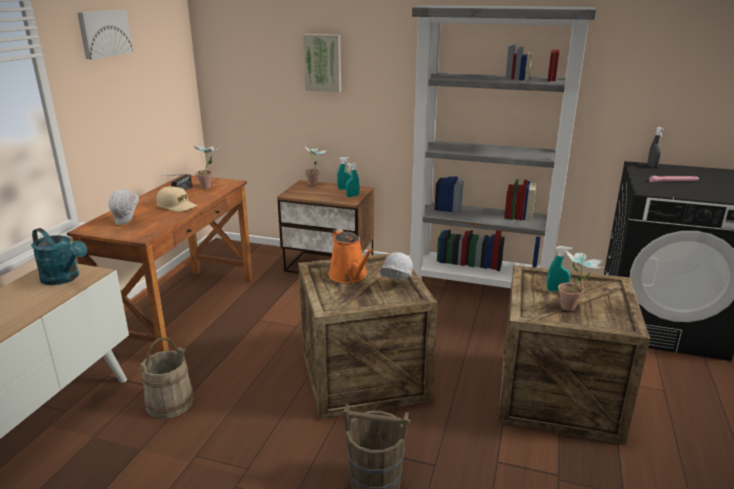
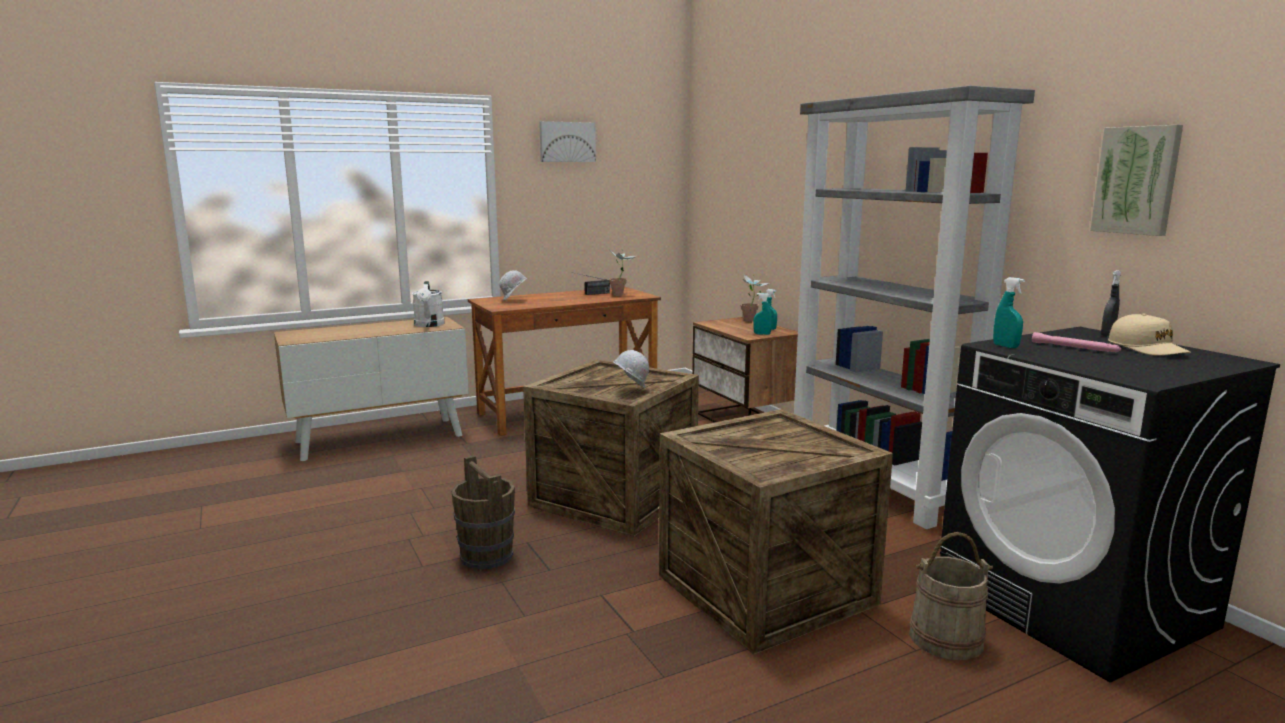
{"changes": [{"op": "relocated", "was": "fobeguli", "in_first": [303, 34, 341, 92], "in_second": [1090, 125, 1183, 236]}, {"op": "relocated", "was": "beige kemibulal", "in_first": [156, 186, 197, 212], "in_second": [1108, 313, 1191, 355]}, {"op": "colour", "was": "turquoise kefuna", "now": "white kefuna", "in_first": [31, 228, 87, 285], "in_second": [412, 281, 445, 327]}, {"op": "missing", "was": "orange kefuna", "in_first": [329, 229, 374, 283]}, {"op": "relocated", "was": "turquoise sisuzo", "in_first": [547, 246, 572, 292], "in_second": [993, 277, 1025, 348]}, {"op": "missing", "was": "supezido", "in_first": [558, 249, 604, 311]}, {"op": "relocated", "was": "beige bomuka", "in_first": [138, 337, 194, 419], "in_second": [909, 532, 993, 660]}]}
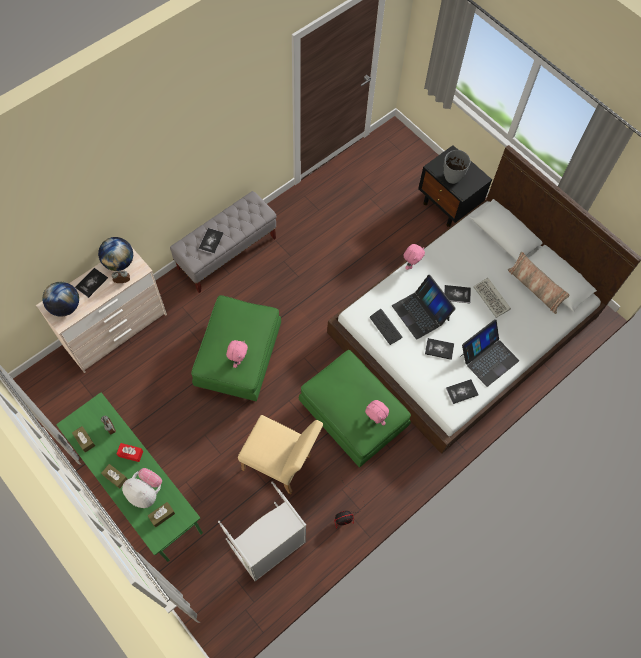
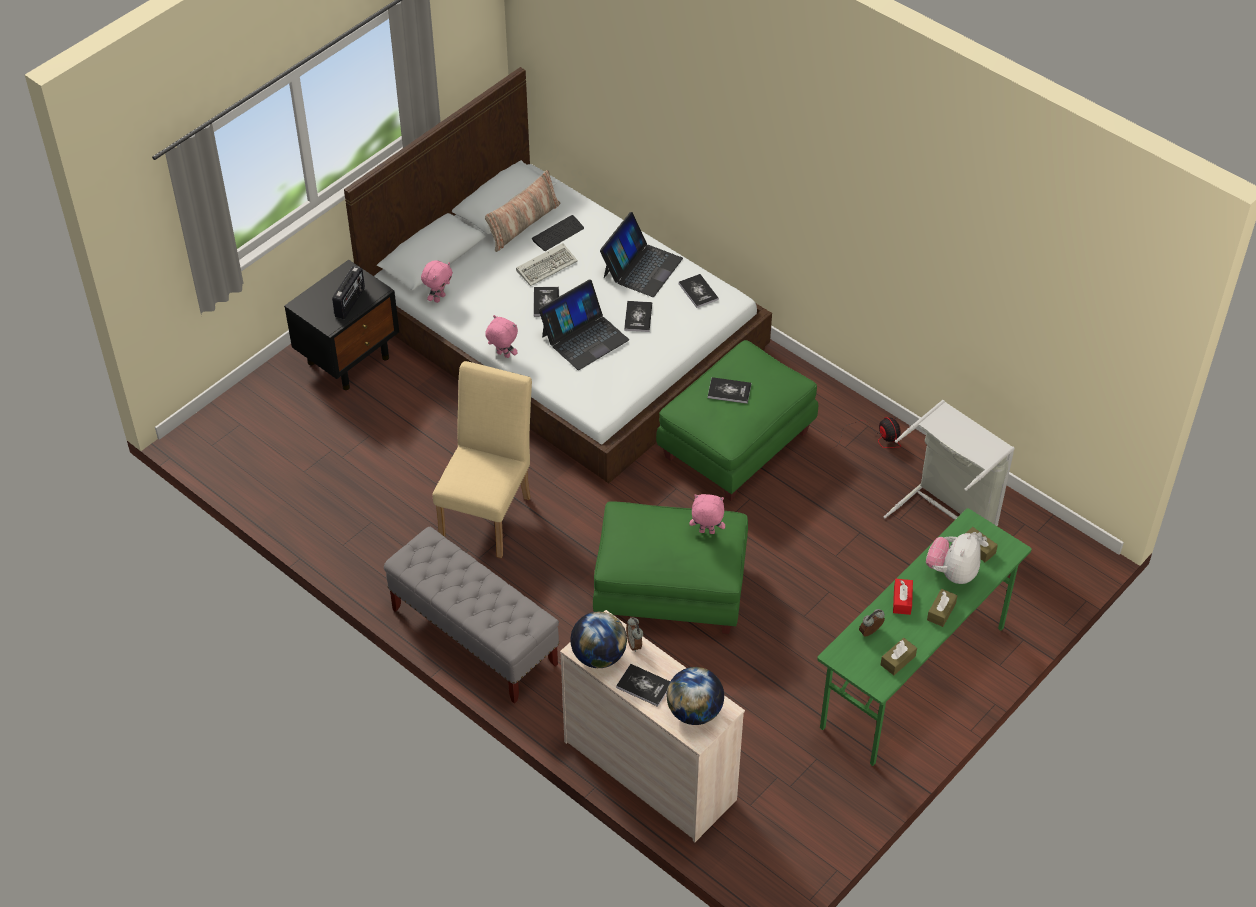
{"changes": [{"op": "exchanged", "was": "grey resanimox", "now": "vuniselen", "in_first": [443, 150, 470, 184], "in_second": [332, 266, 365, 319]}, {"op": "relocated", "was": "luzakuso", "in_first": [198, 228, 223, 254], "in_second": [708, 377, 751, 404]}, {"op": "relocated", "was": "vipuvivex", "in_first": [370, 309, 402, 345], "in_second": [532, 215, 584, 251]}, {"op": "spun", "was": "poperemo", "in_first": [459, 319, 519, 387], "in_second": [600, 212, 683, 297], "clockwise": 75}, {"op": "relocated", "was": "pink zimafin", "in_first": [365, 400, 389, 425], "in_second": [421, 260, 453, 303]}, {"op": "relocated", "was": "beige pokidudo", "in_first": [238, 415, 323, 494], "in_second": [432, 361, 532, 558]}]}
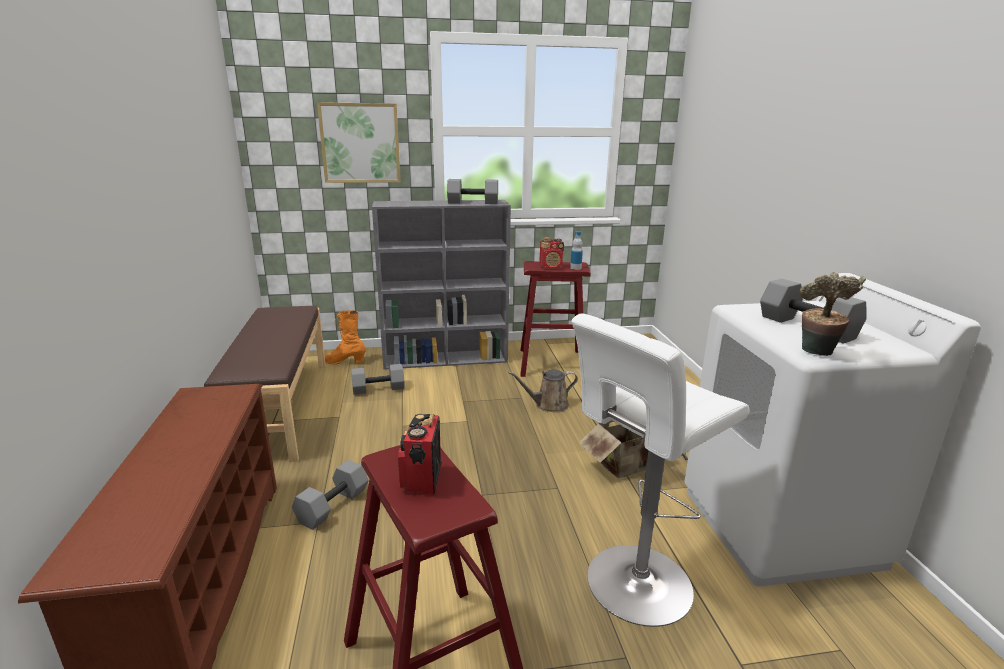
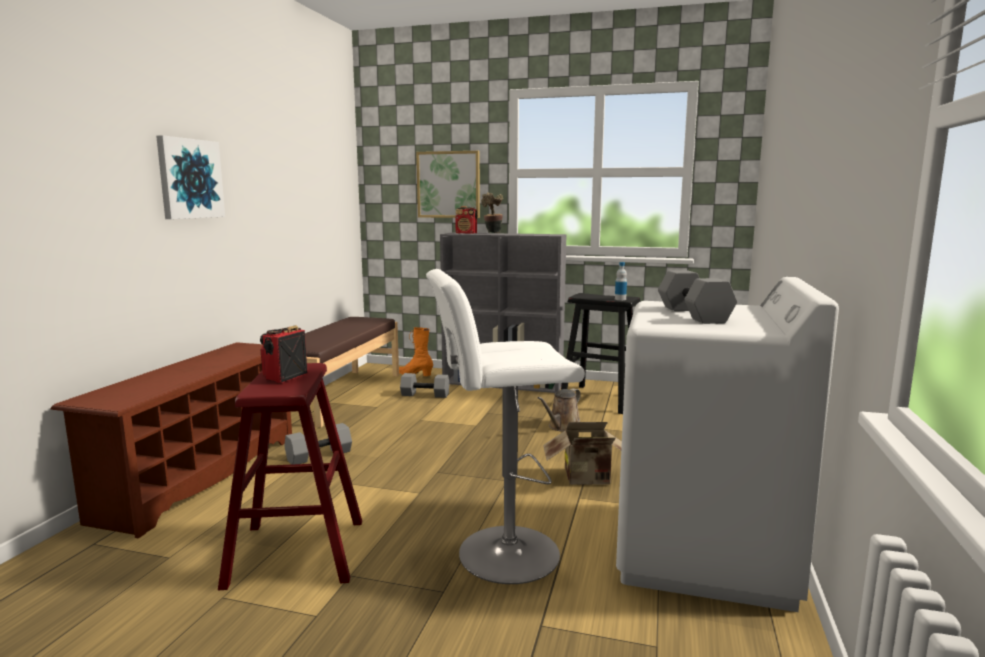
{"changes": [{"op": "missing", "was": "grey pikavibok", "in_first": [447, 179, 498, 204]}, {"op": "relocated", "was": "vuniselen", "in_first": [539, 237, 564, 268], "in_second": [455, 206, 477, 234]}, {"op": "colour", "was": "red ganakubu", "now": "black ganakubu", "in_first": [520, 261, 591, 377], "in_second": [561, 293, 640, 414]}, {"op": "relocated", "was": "supezido", "in_first": [799, 272, 866, 356], "in_second": [481, 192, 503, 233]}, {"op": "spun", "was": "brown kefuna", "in_first": [508, 369, 578, 412], "in_second": [537, 388, 581, 432], "clockwise": -60}, {"op": "appeared", "now": "fobeguli", "in_second": [156, 135, 225, 219]}]}
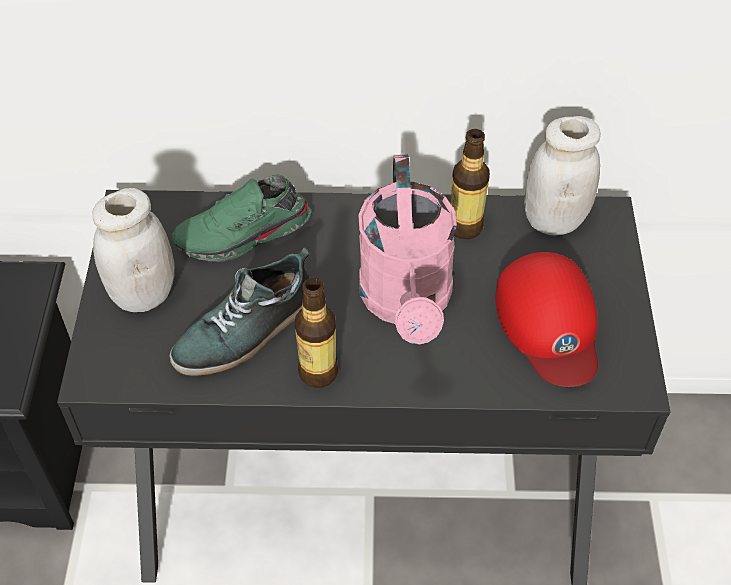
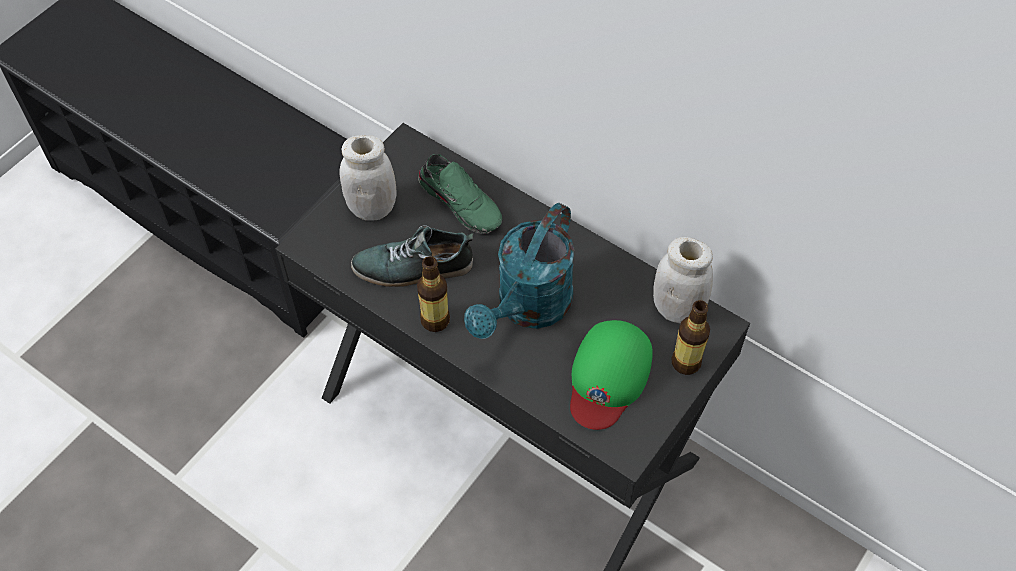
{"changes": [{"op": "relocated", "was": "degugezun", "in_first": [451, 129, 490, 239], "in_second": [672, 300, 710, 375]}, {"op": "colour", "was": "pink kefuna", "now": "turquoise kefuna", "in_first": [358, 154, 457, 345], "in_second": [464, 203, 575, 339]}, {"op": "spun", "was": "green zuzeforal", "in_first": [171, 175, 311, 262], "in_second": [418, 154, 502, 234], "clockwise": -150}, {"op": "colour", "was": "red kemibulal", "now": "green kemibulal", "in_first": [495, 252, 598, 387], "in_second": [570, 320, 653, 430]}]}
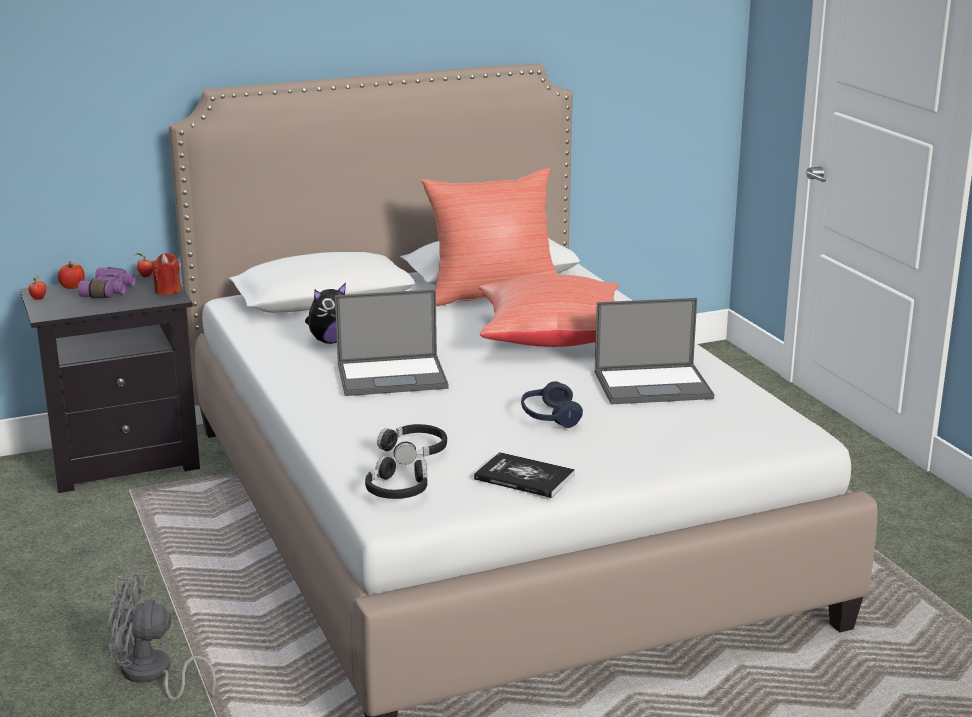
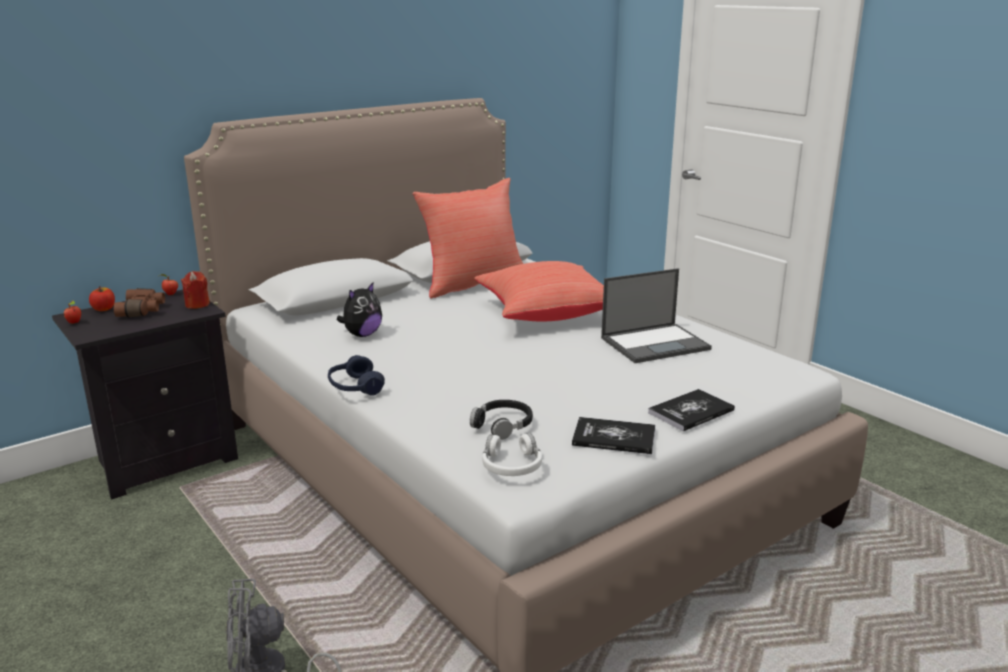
{"changes": [{"op": "colour", "was": "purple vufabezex", "now": "brown vufabezex", "in_first": [78, 267, 136, 298], "in_second": [114, 288, 165, 317]}, {"op": "missing", "was": "poperemo", "in_first": [335, 289, 449, 396]}, {"op": "relocated", "was": "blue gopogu", "in_first": [521, 381, 583, 428], "in_second": [328, 355, 385, 395]}, {"op": "colour", "was": "black gopogu", "now": "white gopogu", "in_first": [365, 456, 428, 499], "in_second": [482, 433, 542, 476]}, {"op": "appeared", "now": "luzakuso", "in_second": [648, 389, 735, 431]}]}
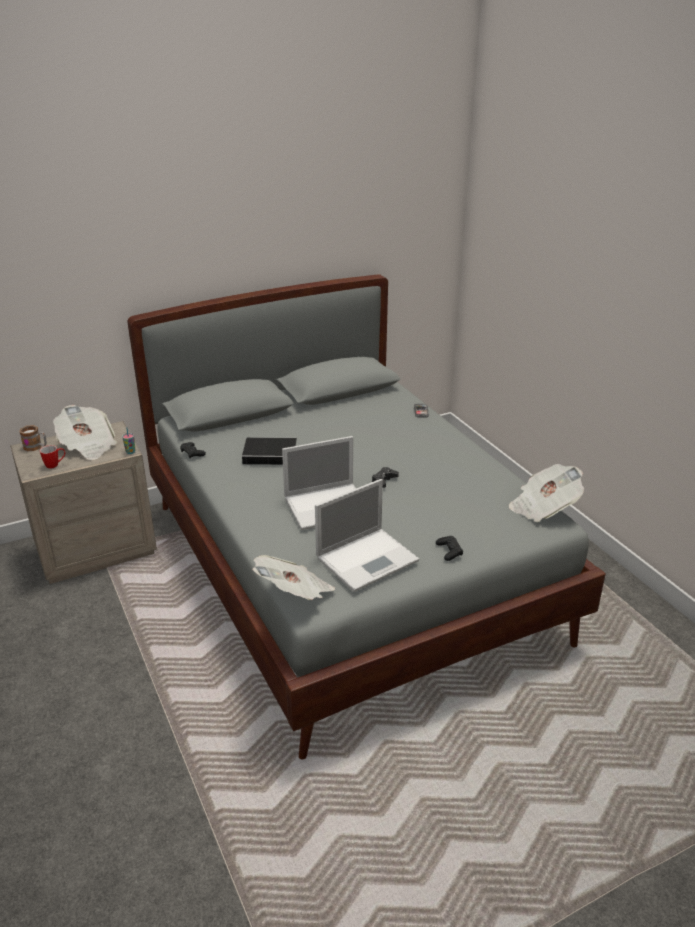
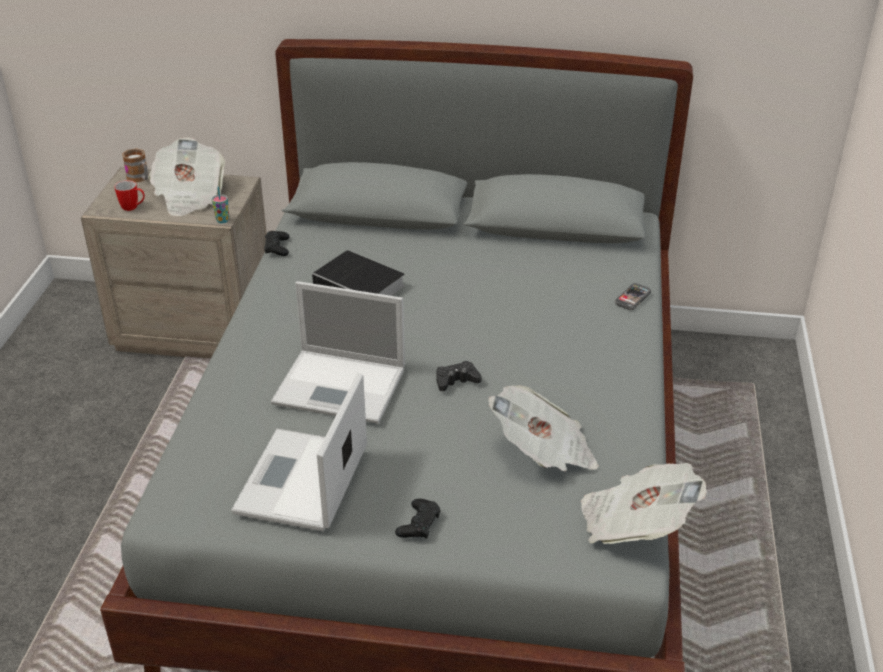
{"changes": [{"op": "spun", "was": "poperemo", "in_first": [315, 479, 419, 592], "in_second": [231, 373, 367, 531], "clockwise": 105}, {"op": "relocated", "was": "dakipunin", "in_first": [252, 555, 335, 600], "in_second": [488, 385, 599, 471]}]}
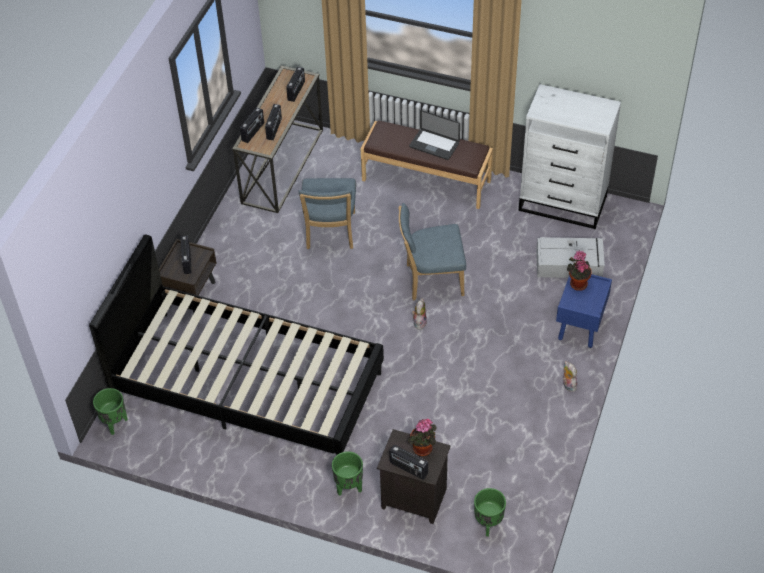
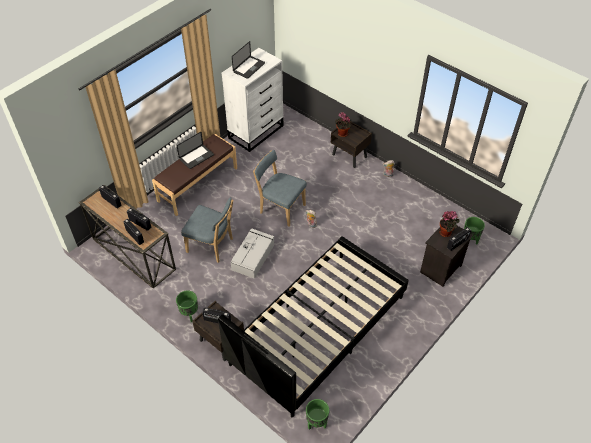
{"changes": [{"op": "spun", "was": "blue pokidudo", "in_first": [398, 203, 466, 300], "in_second": [253, 150, 307, 226], "clockwise": 105}, {"op": "relocated", "was": "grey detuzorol", "in_first": [536, 237, 605, 278], "in_second": [231, 228, 274, 279]}, {"op": "colour", "was": "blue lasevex", "now": "brown lasevex", "in_first": [556, 274, 612, 348], "in_second": [331, 121, 372, 168]}, {"op": "relocated", "was": "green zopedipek", "in_first": [332, 451, 363, 496], "in_second": [176, 290, 198, 322]}, {"op": "appeared", "now": "poperemo", "in_second": [232, 41, 265, 79]}]}
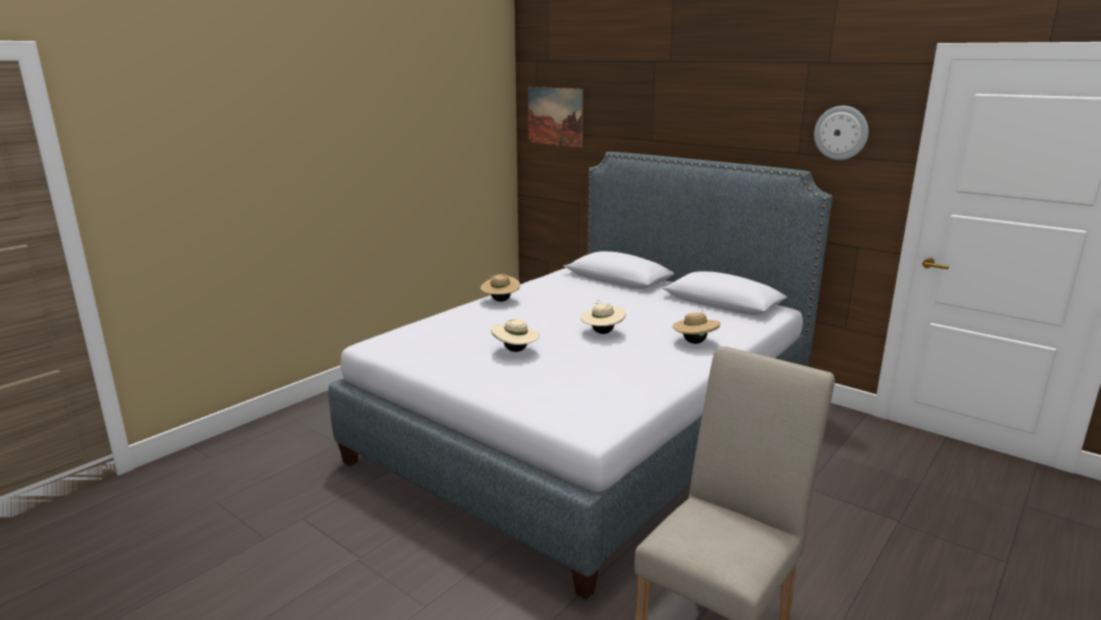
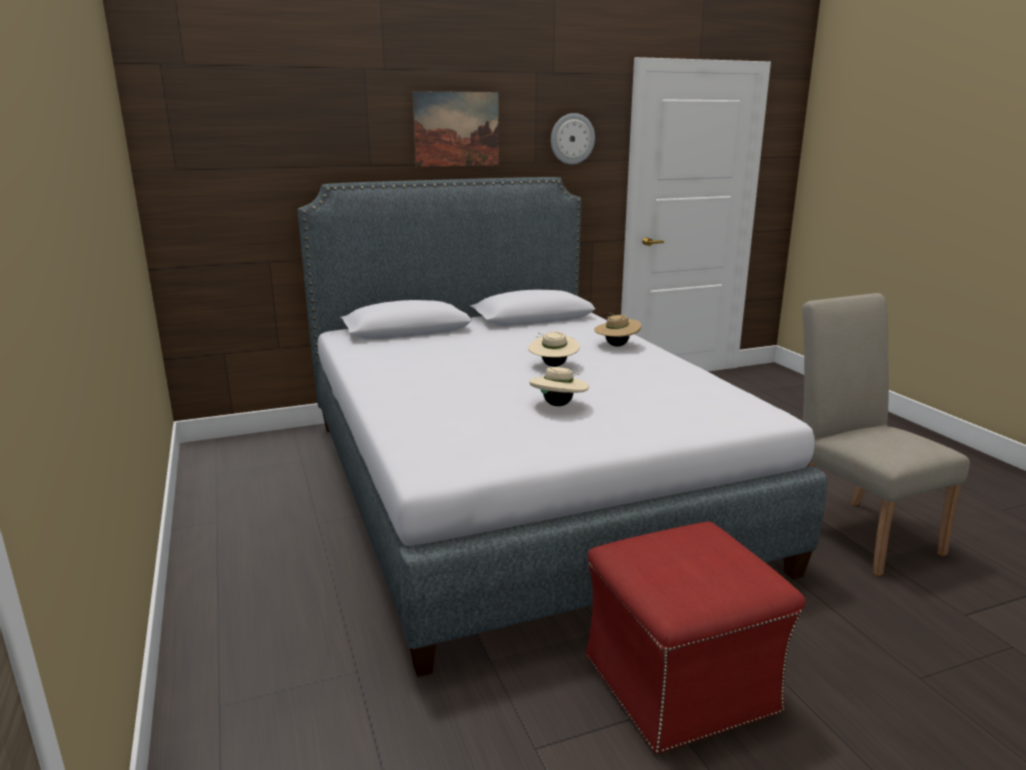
{"changes": [{"op": "relocated", "was": "fobeguli", "in_first": [528, 87, 583, 147], "in_second": [413, 91, 499, 167]}, {"op": "missing", "was": "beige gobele", "in_first": [480, 274, 520, 302]}, {"op": "appeared", "now": "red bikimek", "in_second": [586, 522, 805, 754]}]}
